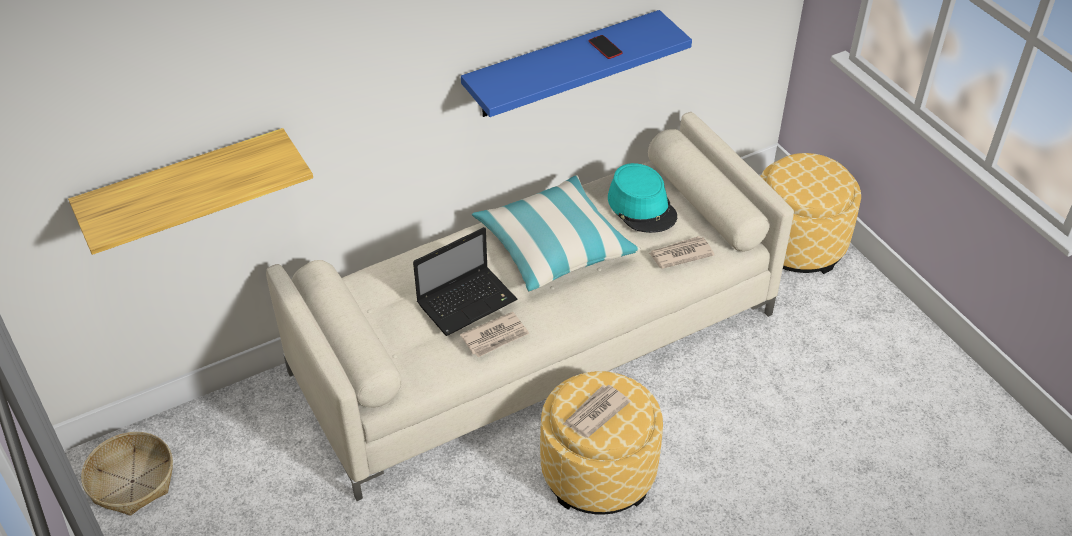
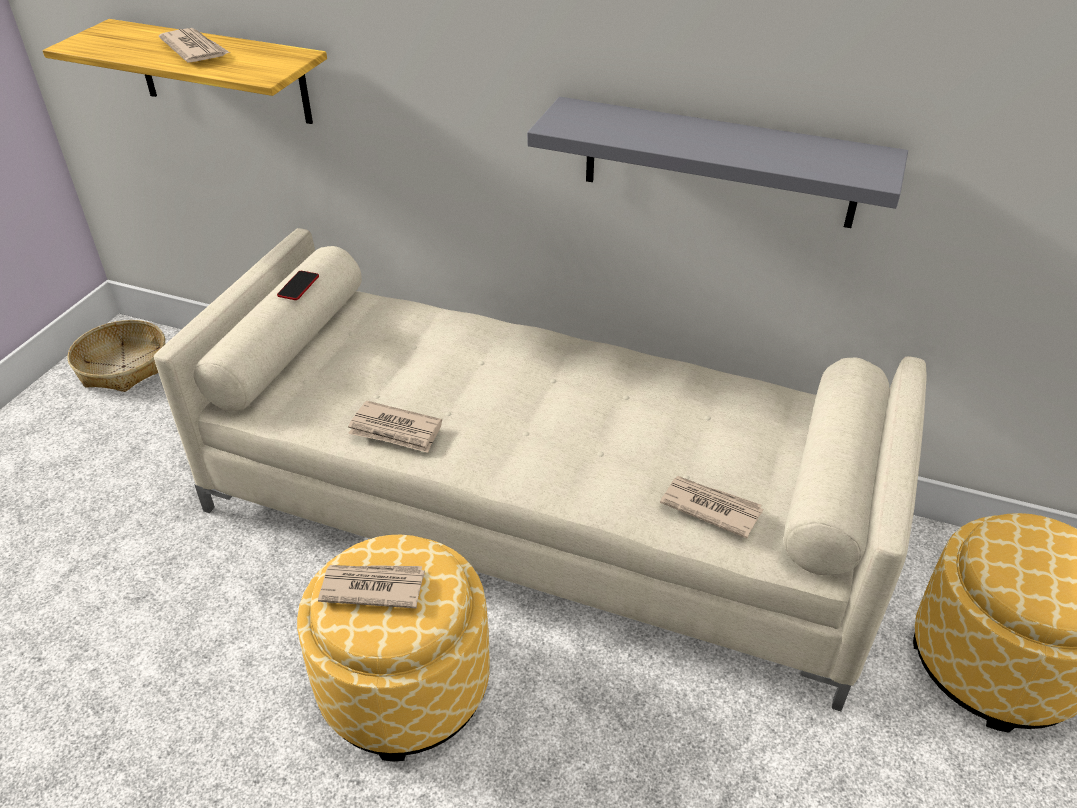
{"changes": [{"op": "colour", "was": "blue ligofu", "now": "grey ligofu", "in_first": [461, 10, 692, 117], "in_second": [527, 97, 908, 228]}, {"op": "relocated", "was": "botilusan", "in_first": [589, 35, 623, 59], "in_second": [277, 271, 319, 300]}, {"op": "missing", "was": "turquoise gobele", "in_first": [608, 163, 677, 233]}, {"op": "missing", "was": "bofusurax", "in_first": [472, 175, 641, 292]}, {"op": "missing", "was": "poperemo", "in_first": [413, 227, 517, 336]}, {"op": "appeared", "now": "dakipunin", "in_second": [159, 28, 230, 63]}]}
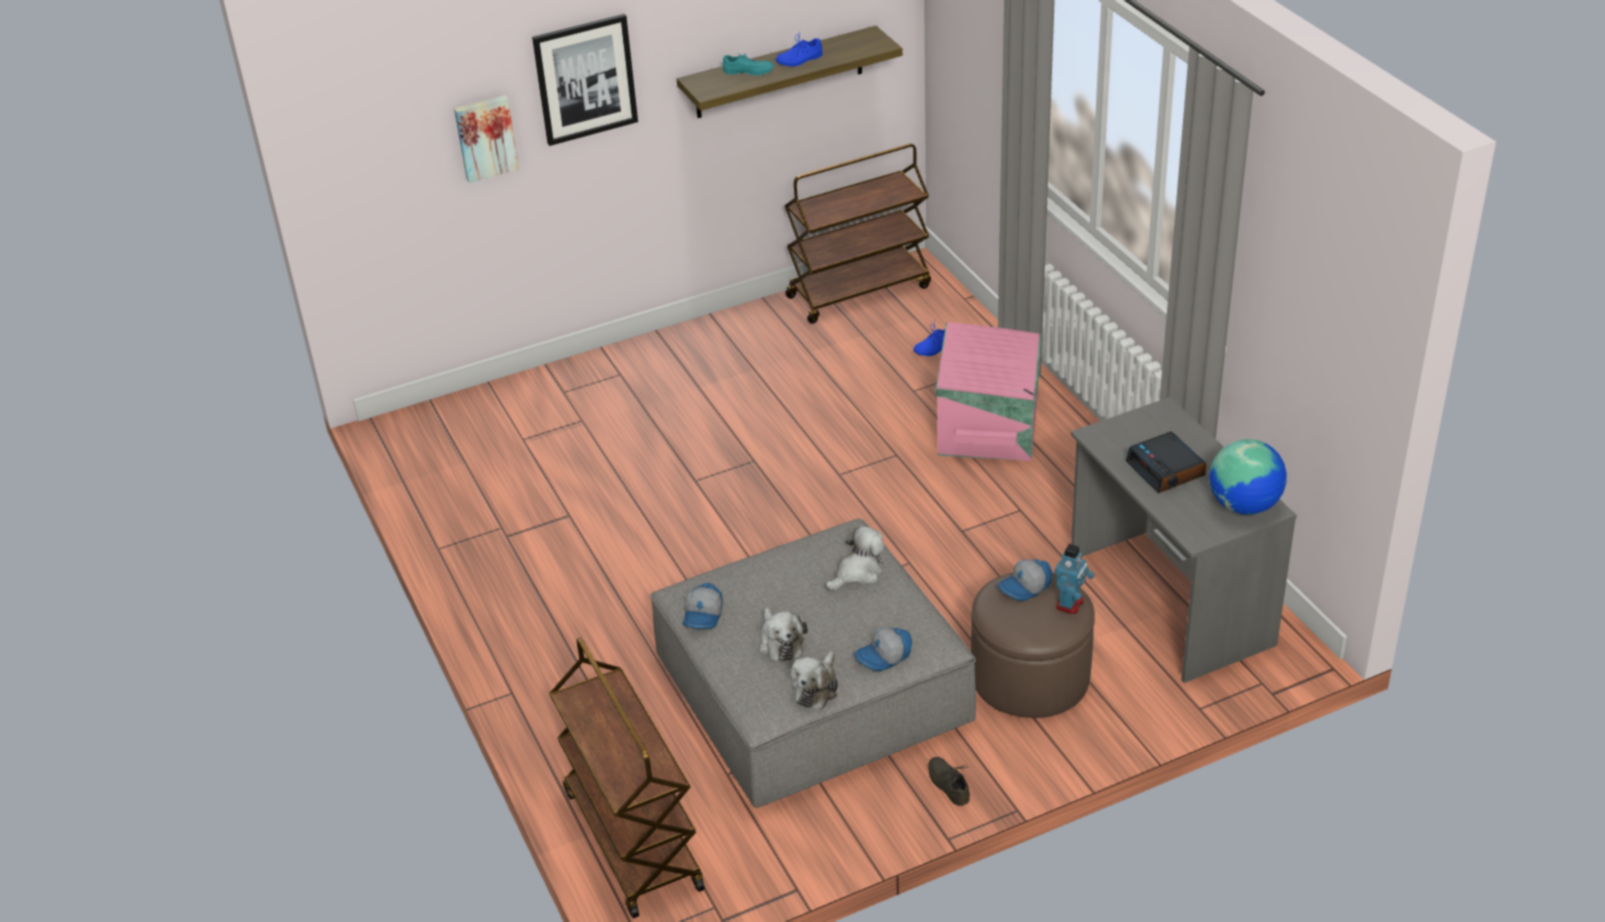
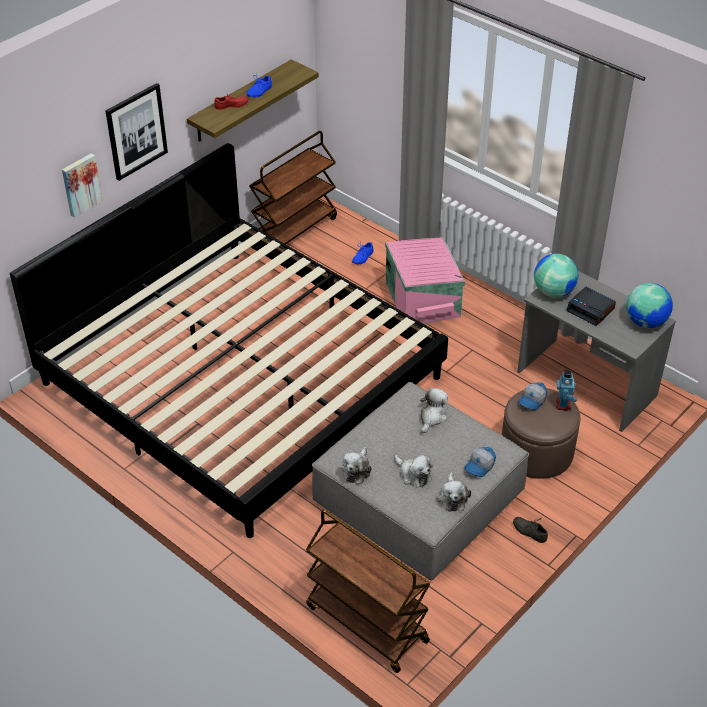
{"changes": [{"op": "colour", "was": "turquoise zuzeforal", "now": "red zuzeforal", "in_first": [723, 53, 774, 76], "in_second": [214, 95, 249, 110]}, {"op": "exchanged", "was": "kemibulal", "now": "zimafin", "in_first": [682, 583, 723, 629], "in_second": [342, 446, 372, 484]}, {"op": "appeared", "now": "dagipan", "in_second": [10, 143, 448, 538]}, {"op": "appeared", "now": "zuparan", "in_second": [534, 254, 578, 298]}]}
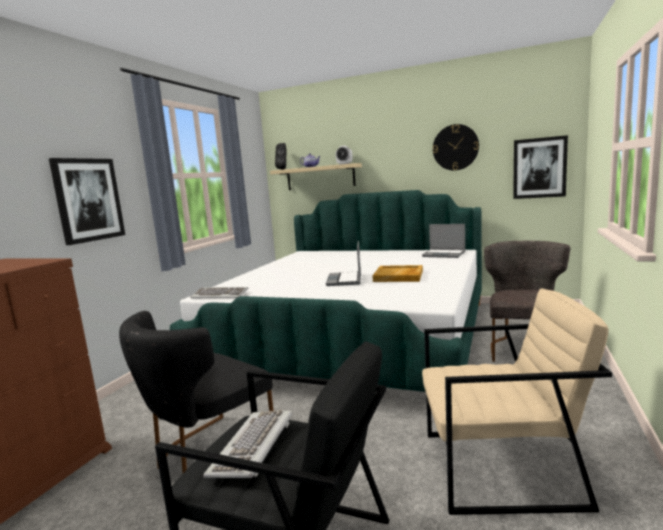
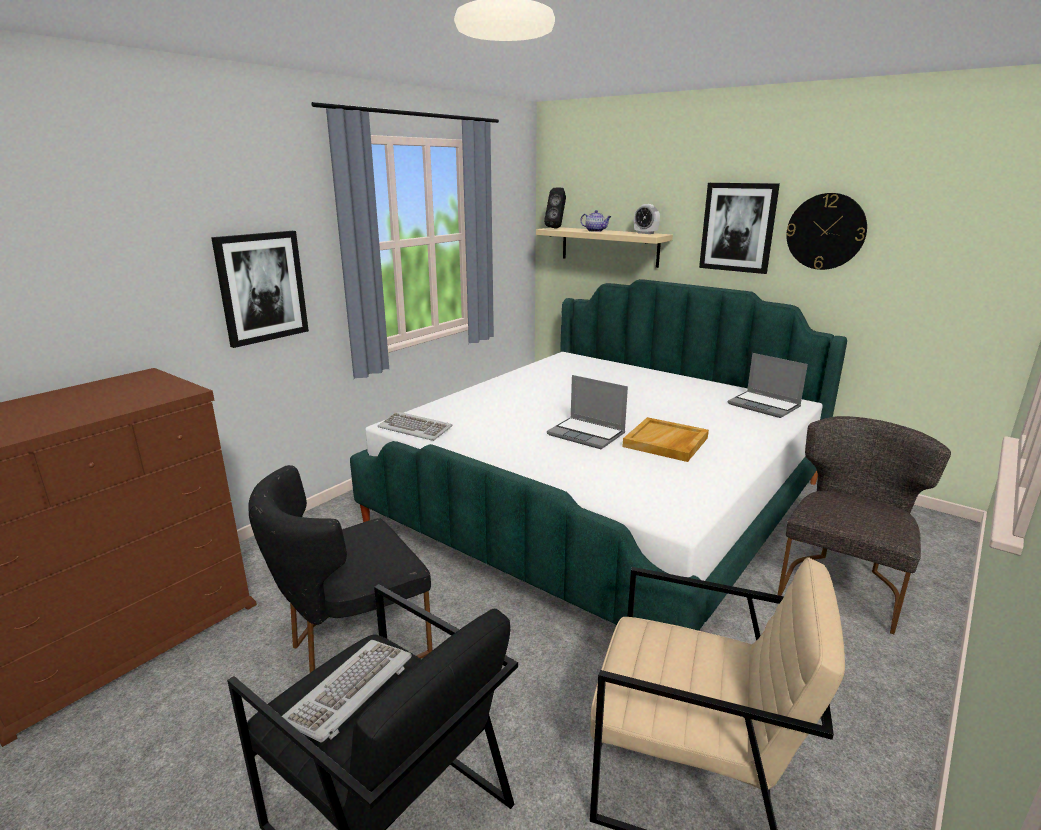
{"changes": [{"op": "relocated", "was": "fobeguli", "in_first": [513, 135, 568, 199], "in_second": [699, 183, 780, 274]}, {"op": "spun", "was": "poperemo", "in_first": [326, 241, 361, 286], "in_second": [547, 375, 628, 449], "clockwise": -75}]}
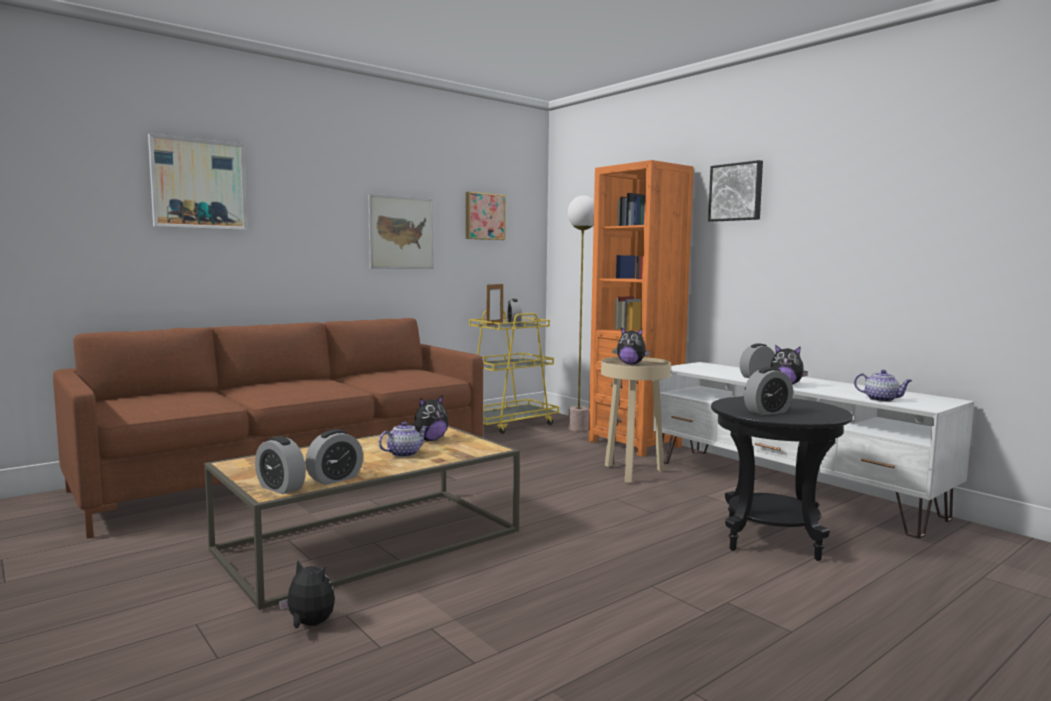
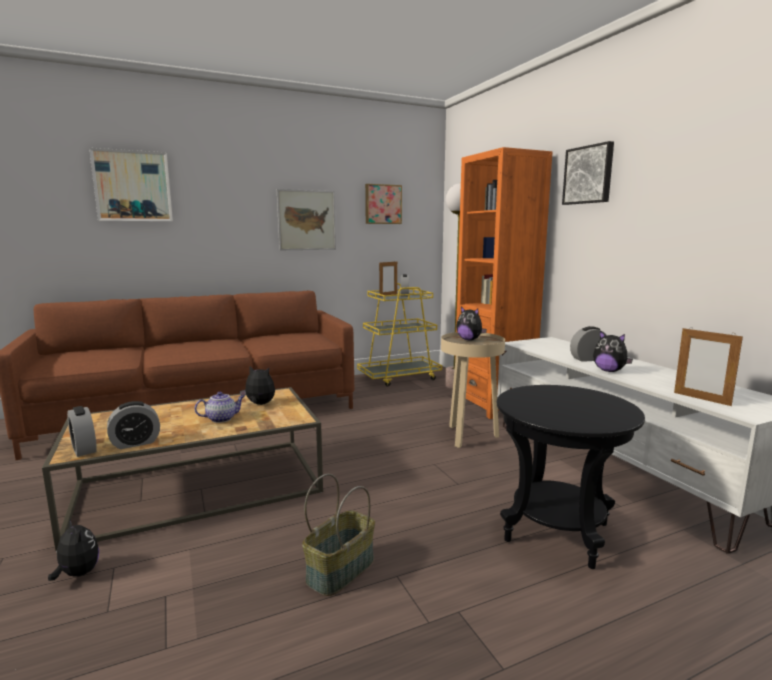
{"changes": [{"op": "missing", "was": "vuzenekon", "in_first": [744, 367, 793, 415]}, {"op": "exchanged", "was": "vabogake", "now": "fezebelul", "in_first": [854, 370, 912, 402], "in_second": [674, 327, 743, 406]}, {"op": "spun", "was": "zimafin", "in_first": [411, 395, 448, 441], "in_second": [240, 366, 275, 405], "clockwise": -135}, {"op": "appeared", "now": "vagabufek", "in_second": [302, 474, 375, 596]}]}
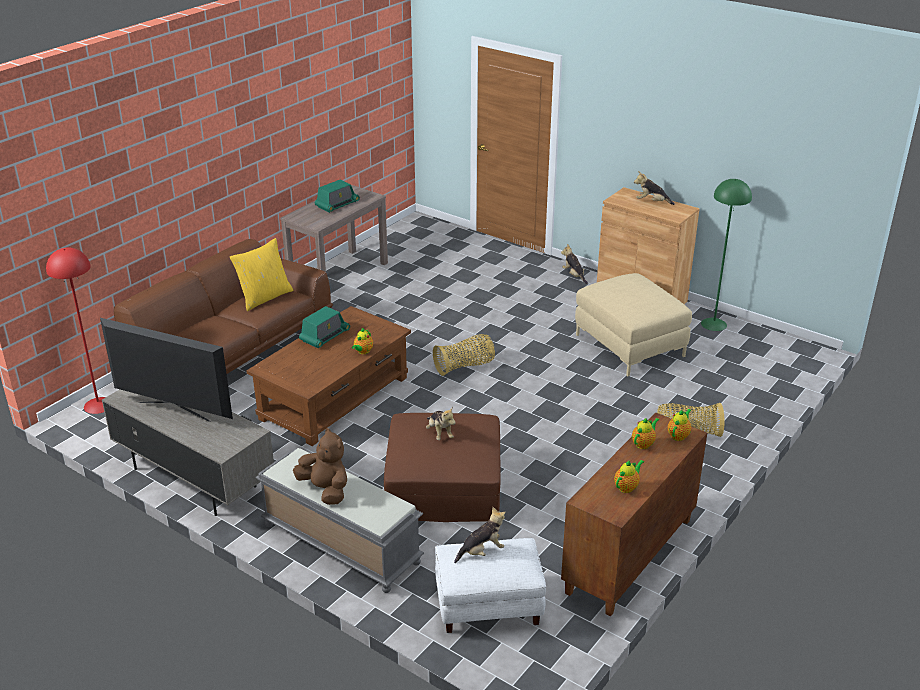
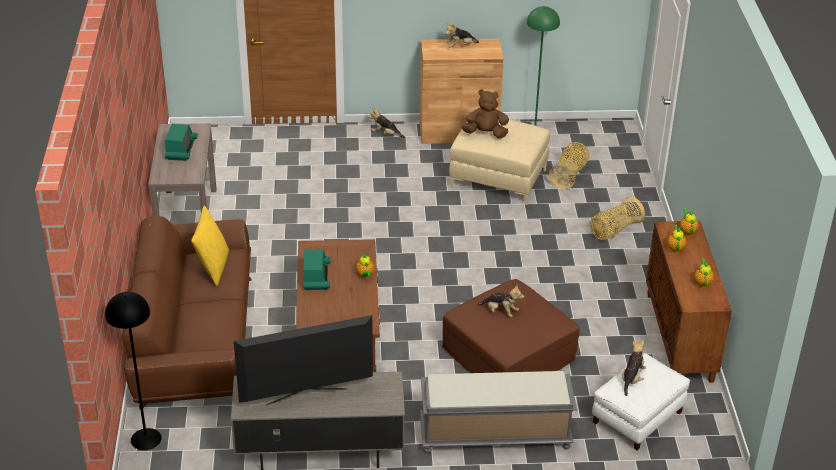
{"changes": [{"op": "colour", "was": "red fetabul", "now": "black fetabul", "in_first": [46, 248, 106, 414], "in_second": [105, 292, 162, 450]}, {"op": "relocated", "was": "vagabufek", "in_first": [433, 334, 495, 376], "in_second": [549, 142, 589, 189]}, {"op": "relocated", "was": "brown zimafin", "in_first": [293, 428, 347, 505], "in_second": [462, 89, 509, 139]}]}
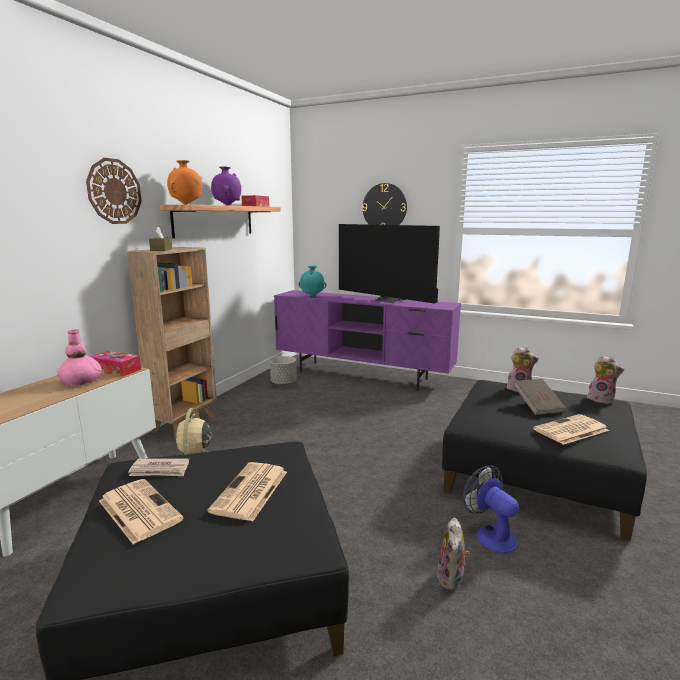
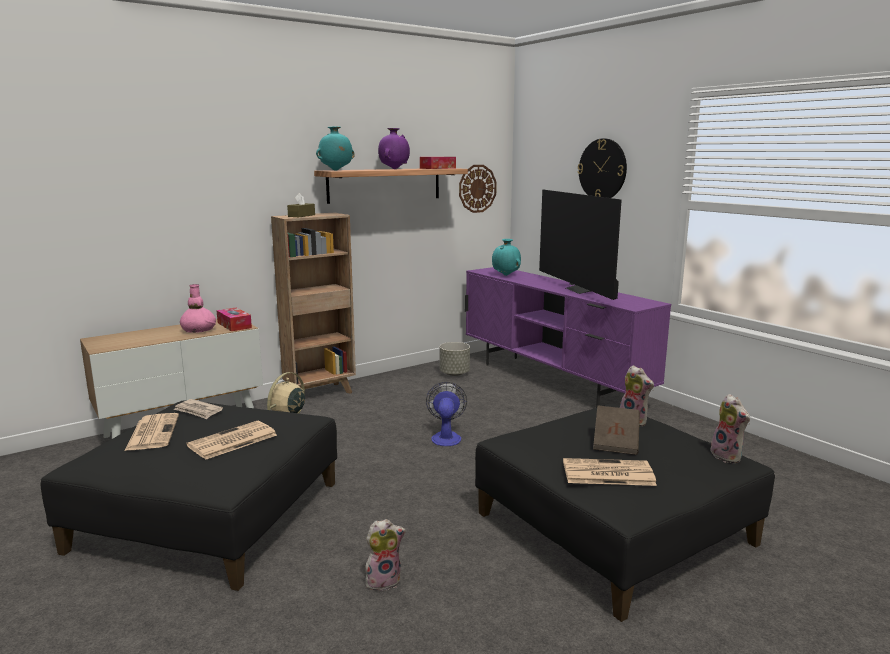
{"changes": [{"op": "relocated", "was": "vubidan", "in_first": [86, 158, 142, 224], "in_second": [459, 165, 497, 213]}, {"op": "colour", "was": "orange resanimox", "now": "turquoise resanimox", "in_first": [167, 160, 202, 205], "in_second": [316, 126, 355, 171]}, {"op": "relocated", "was": "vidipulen", "in_first": [463, 466, 519, 553], "in_second": [426, 382, 467, 446]}, {"op": "spun", "was": "zimafin", "in_first": [437, 518, 470, 591], "in_second": [365, 519, 406, 591], "clockwise": -150}]}
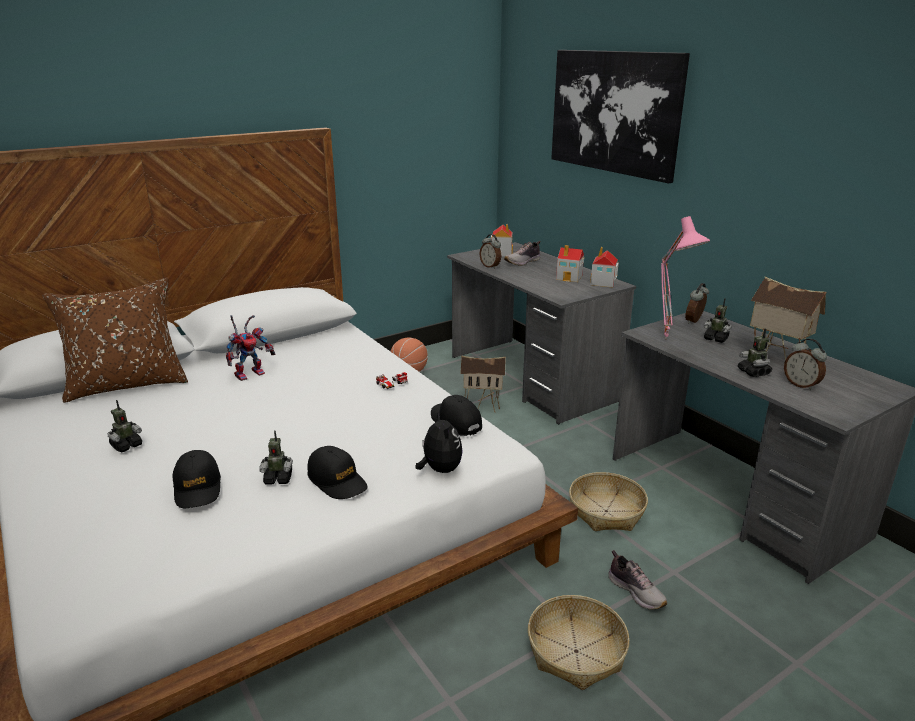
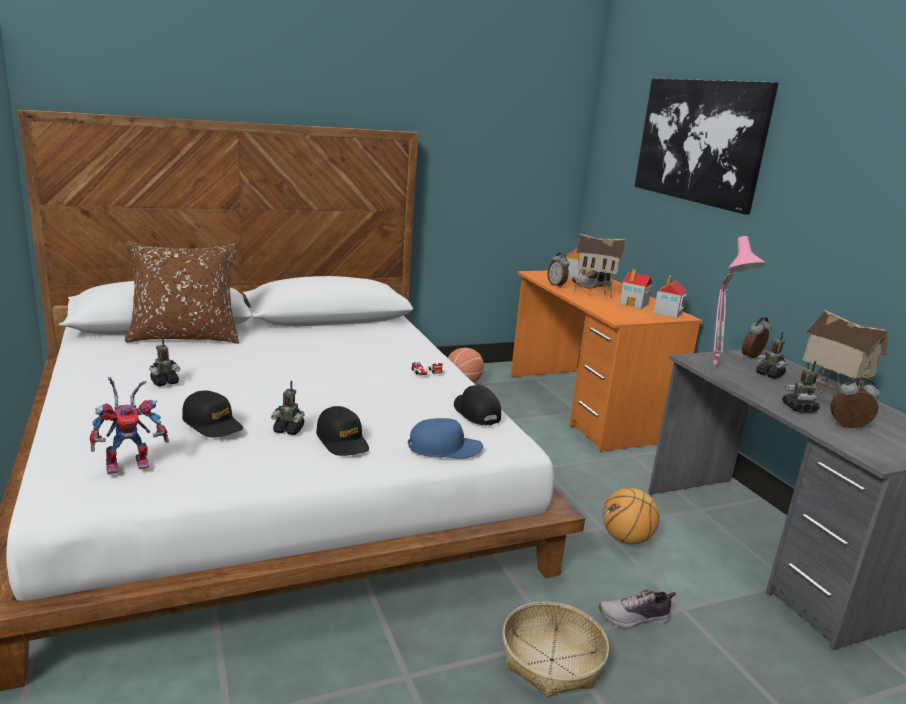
{"changes": [{"op": "colour", "was": "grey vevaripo", "now": "orange vevaripo", "in_first": [447, 242, 636, 424], "in_second": [511, 270, 703, 452]}, {"op": "relocated", "was": "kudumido", "in_first": [226, 315, 276, 381], "in_second": [90, 377, 169, 475]}, {"op": "spun", "was": "vuzenekon", "in_first": [784, 339, 827, 391], "in_second": [830, 377, 880, 428], "clockwise": 120}, {"op": "relocated", "was": "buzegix", "in_first": [460, 355, 506, 412], "in_second": [573, 234, 626, 299]}, {"op": "exchanged", "was": "zimafin", "now": "blue kemibulal", "in_first": [415, 411, 463, 473], "in_second": [408, 418, 483, 459]}, {"op": "spun", "was": "black kemibulal", "in_first": [173, 450, 221, 508], "in_second": [182, 390, 243, 437], "clockwise": -45}, {"op": "exchanged", "was": "vagabufek", "now": "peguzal", "in_first": [569, 472, 648, 531], "in_second": [603, 488, 660, 545]}, {"op": "spun", "was": "zuzeforal", "in_first": [608, 550, 667, 610], "in_second": [599, 590, 676, 629], "clockwise": 105}]}
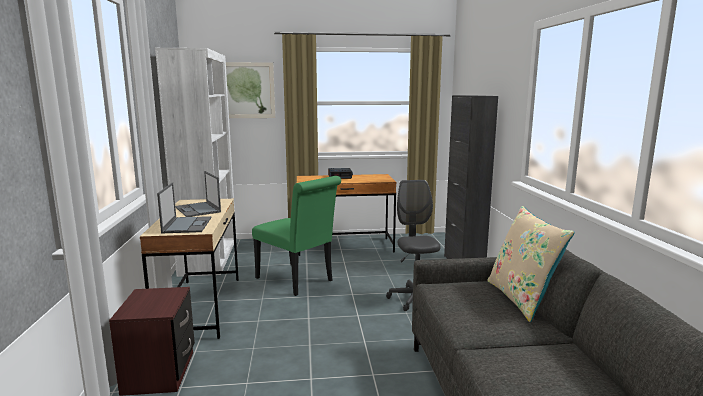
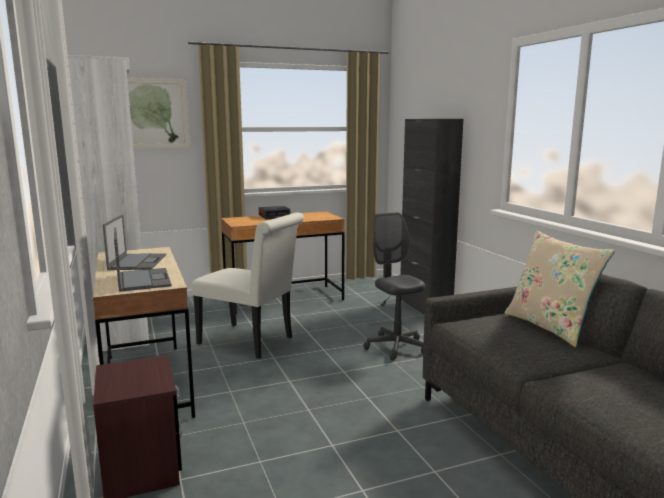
{"changes": [{"op": "spun", "was": "poperemo", "in_first": [175, 171, 221, 217], "in_second": [103, 214, 166, 270], "clockwise": -135}, {"op": "colour", "was": "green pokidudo", "now": "white pokidudo", "in_first": [252, 176, 341, 296], "in_second": [191, 213, 304, 359]}]}
